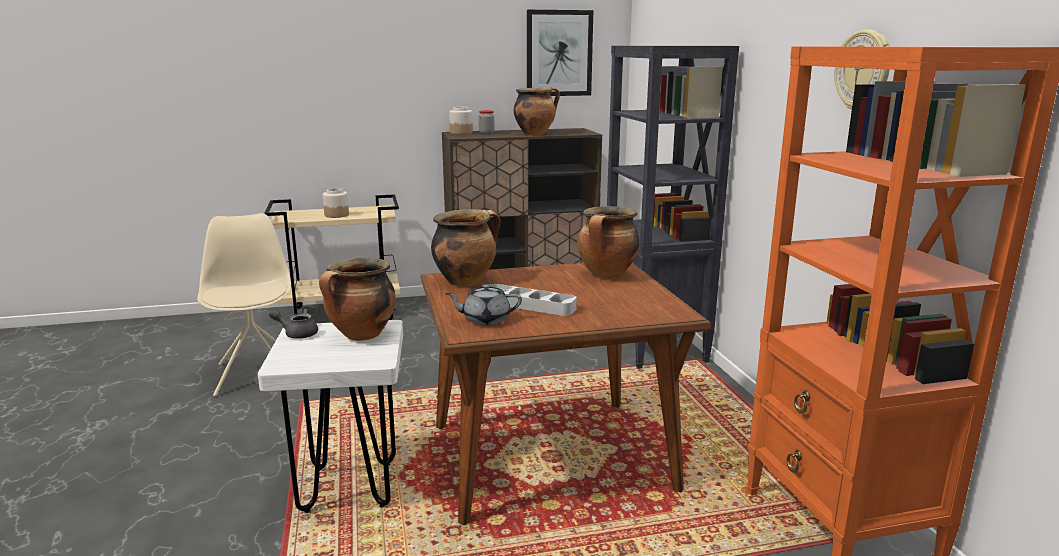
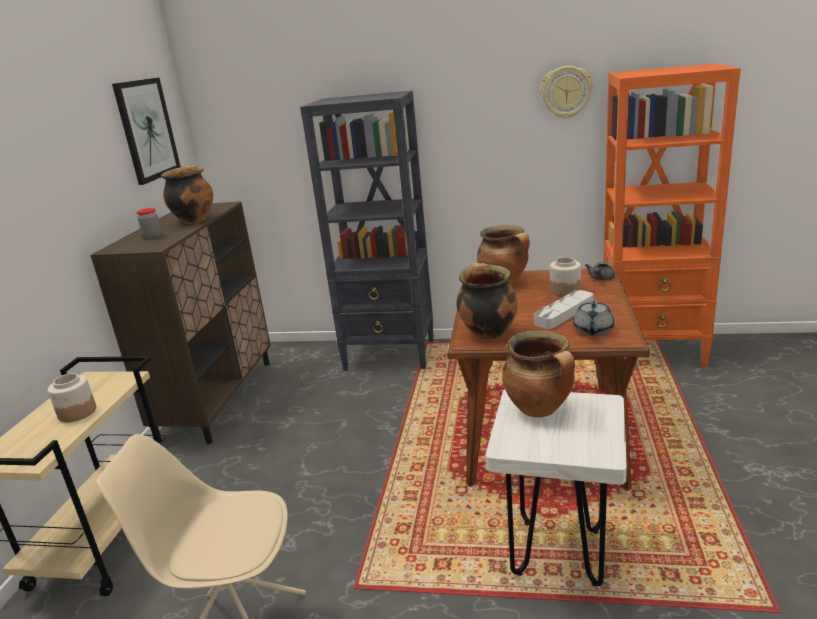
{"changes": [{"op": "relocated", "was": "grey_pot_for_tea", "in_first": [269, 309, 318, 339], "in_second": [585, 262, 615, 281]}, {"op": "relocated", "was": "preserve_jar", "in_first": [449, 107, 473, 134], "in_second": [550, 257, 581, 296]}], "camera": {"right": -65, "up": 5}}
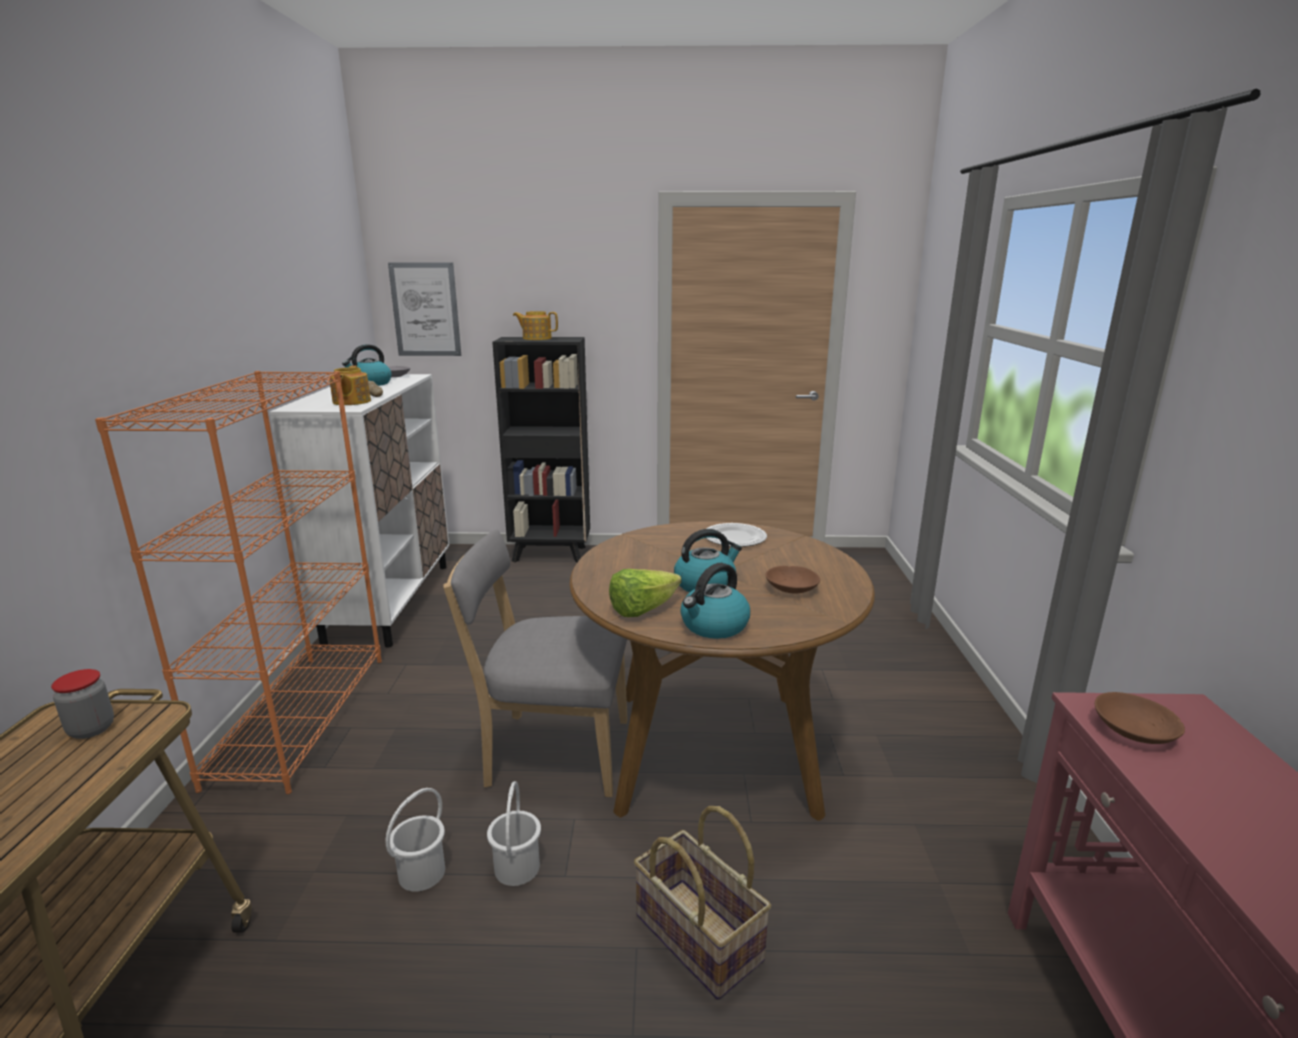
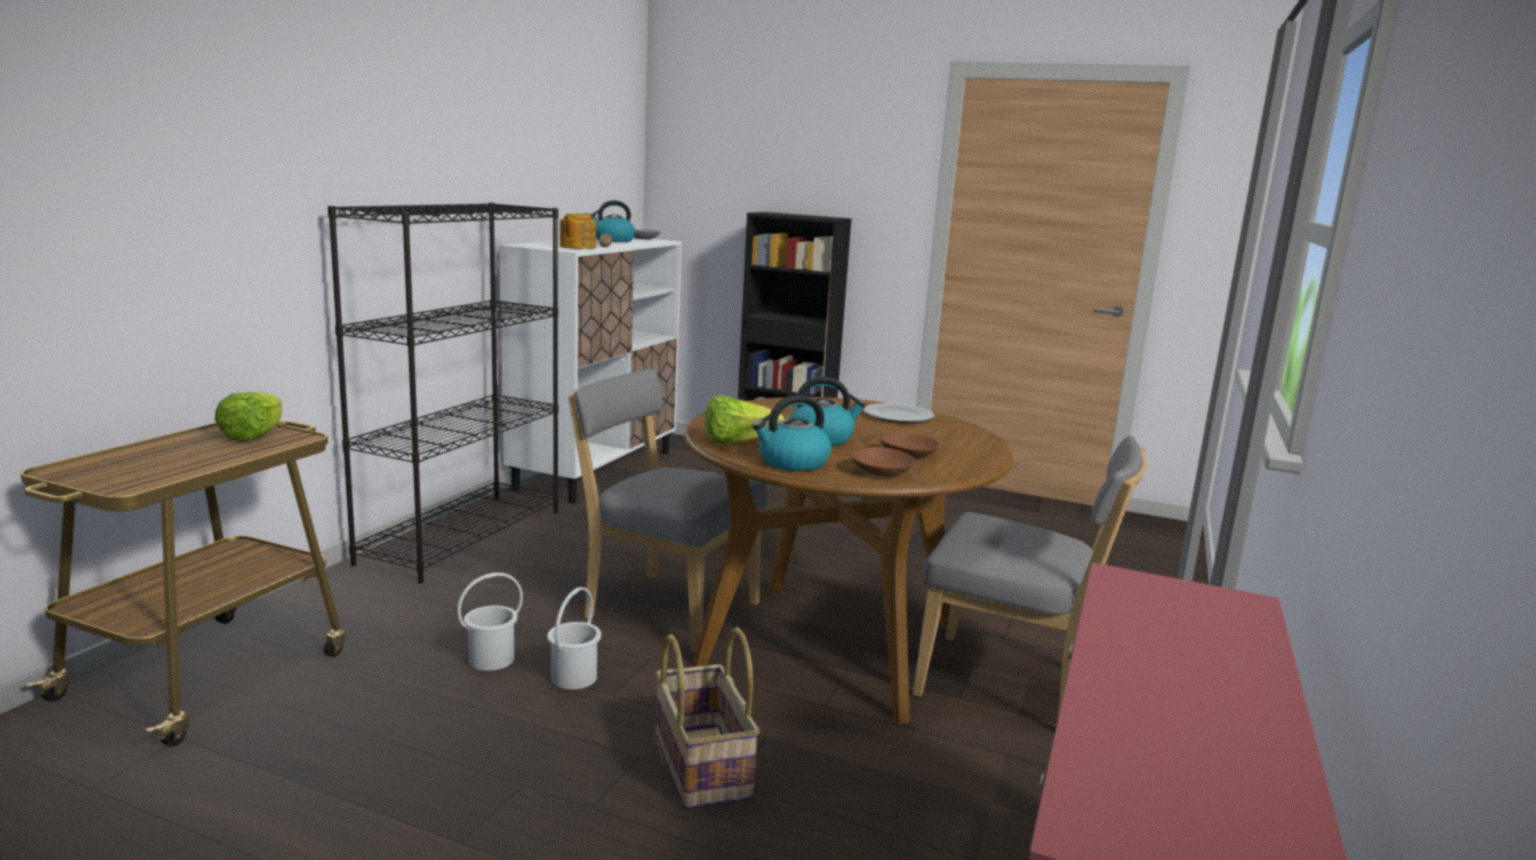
{"changes": [{"op": "missing", "was": "picture", "in_first": [388, 262, 461, 356]}, {"op": "missing", "was": "pot_for_tea", "in_first": [513, 311, 558, 340]}, {"op": "appeared", "now": "grey_upright_chair", "in_second": [912, 436, 1147, 716]}, {"op": "relocated", "was": "brownish_serving_bowl", "in_first": [1095, 692, 1185, 744], "in_second": [852, 447, 915, 477]}, {"op": "exchanged", "was": "preserve_jar", "now": "lettuce_head", "in_first": [51, 669, 114, 739], "in_second": [215, 392, 282, 442]}, {"op": "colour", "was": "orangey_bookshelf", "now": "black_bookshelf", "in_first": [95, 371, 382, 794], "in_second": [328, 203, 558, 584]}], "camera": {"right": 20, "up": -5}}
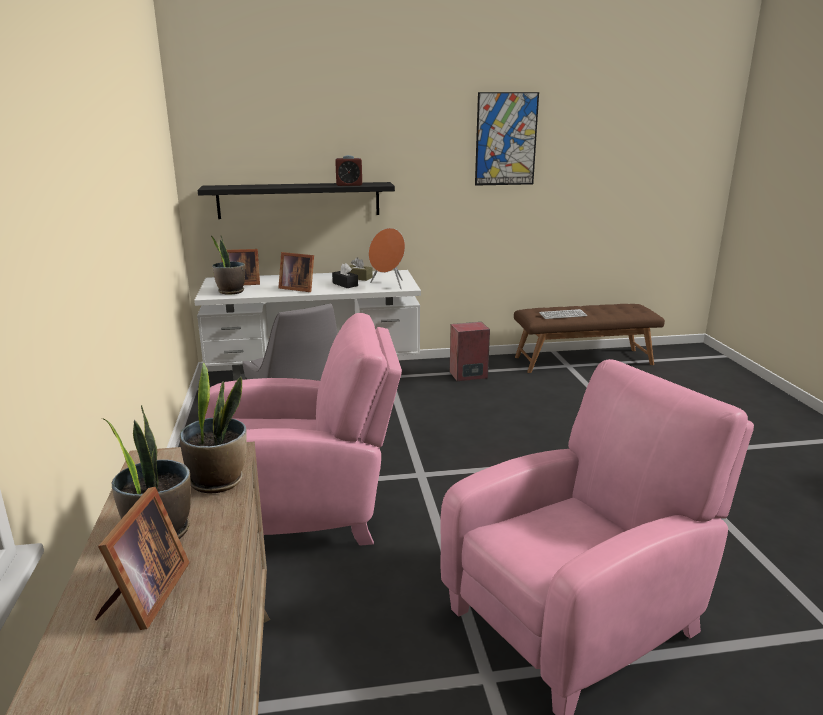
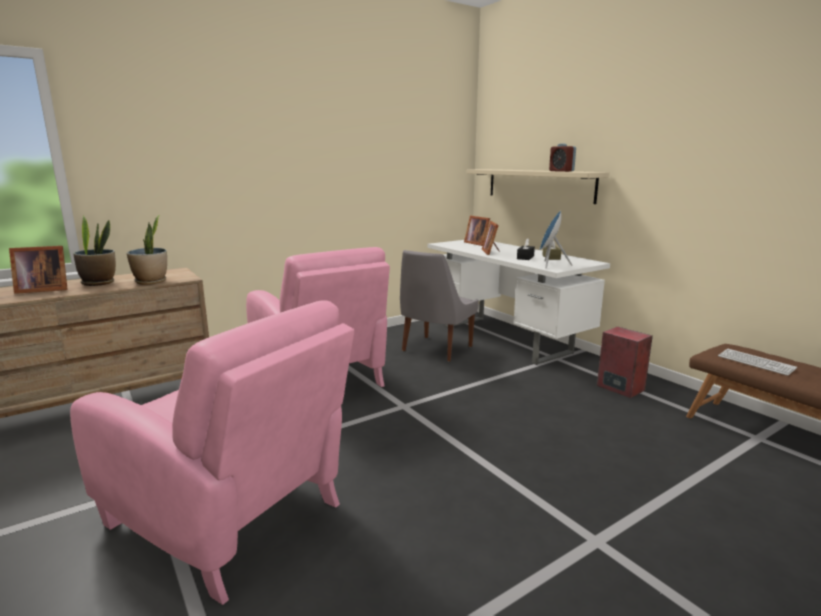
{"changes": [{"op": "missing", "was": "potted_plant", "in_first": [210, 235, 245, 295]}, {"op": "missing", "was": "picture", "in_first": [475, 92, 539, 186]}, {"op": "colour", "was": "black_shelf", "now": "beige_shelf", "in_first": [198, 182, 395, 219], "in_second": [467, 169, 610, 204]}, {"op": "colour", "was": "orangey_speaker", "now": "blue_speaker", "in_first": [369, 228, 405, 289], "in_second": [540, 210, 573, 268]}], "camera": {"right": 65, "up": -5}}
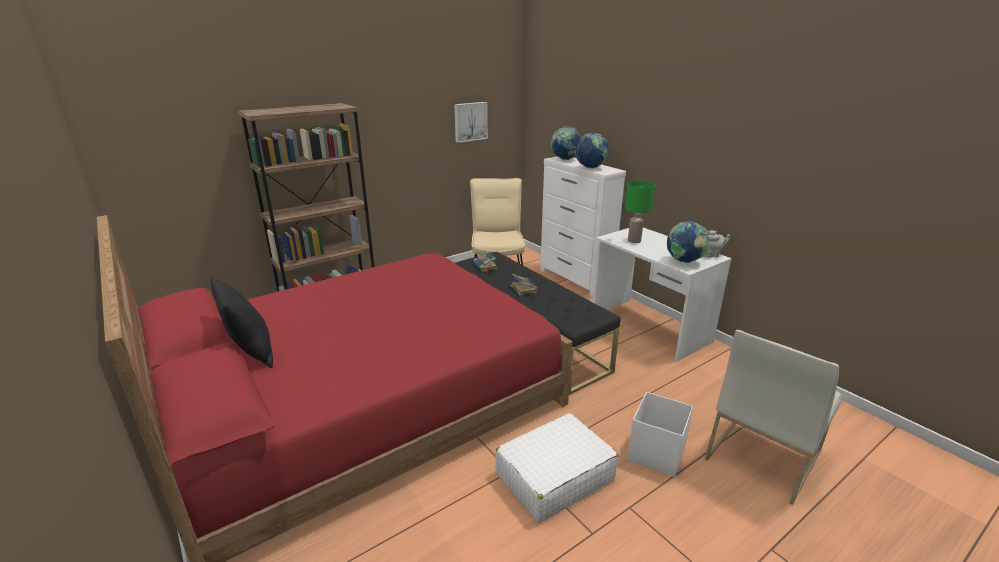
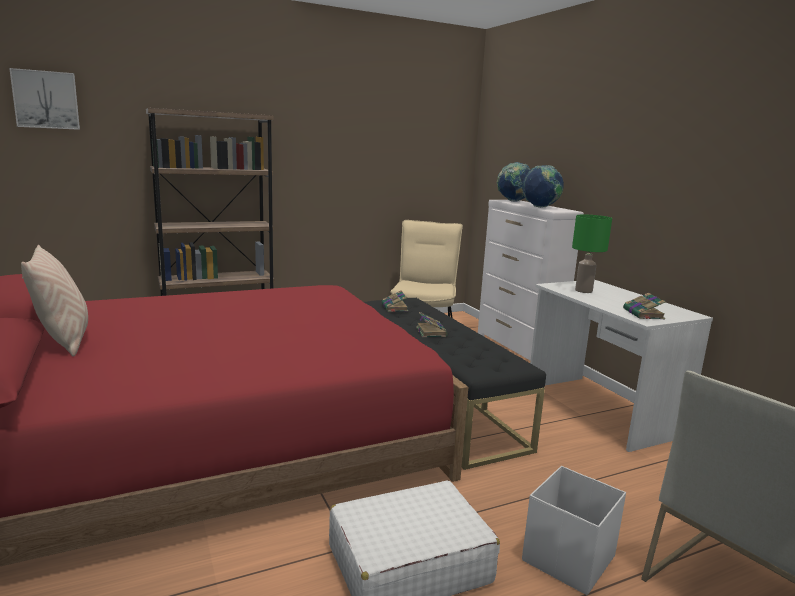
{"changes": [{"op": "missing", "was": "grey_pot_for_tea", "in_first": [704, 230, 730, 258]}, {"op": "relocated", "was": "picture", "in_first": [454, 102, 488, 143], "in_second": [9, 68, 80, 130]}, {"op": "exchanged", "was": "world_globe", "now": "volume", "in_first": [667, 221, 709, 263], "in_second": [623, 293, 666, 319]}, {"op": "colour", "was": "black_cushion", "now": "beige_cushion", "in_first": [210, 276, 273, 368], "in_second": [21, 245, 88, 356]}], "camera": {"right": 10, "up": -10}}
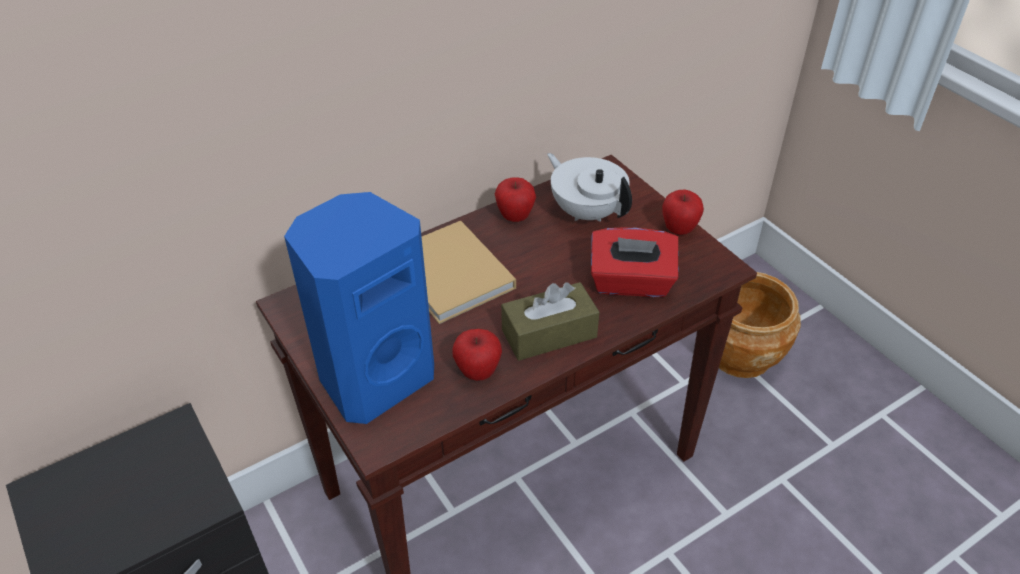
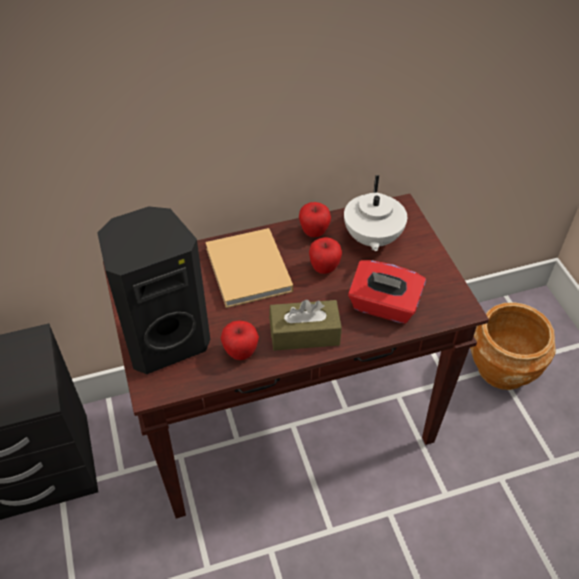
{"changes": [{"op": "relocated", "was": "apple", "in_first": [662, 190, 704, 235], "in_second": [309, 237, 342, 274]}, {"op": "colour", "was": "blue_speaker", "now": "black_speaker", "in_first": [284, 192, 434, 424], "in_second": [97, 206, 211, 374]}, {"op": "spun", "was": "whitish_pot_for_tea", "in_first": [547, 153, 632, 222], "in_second": [344, 175, 407, 251], "clockwise": -150}], "camera": {"right": 15, "up": 5}}
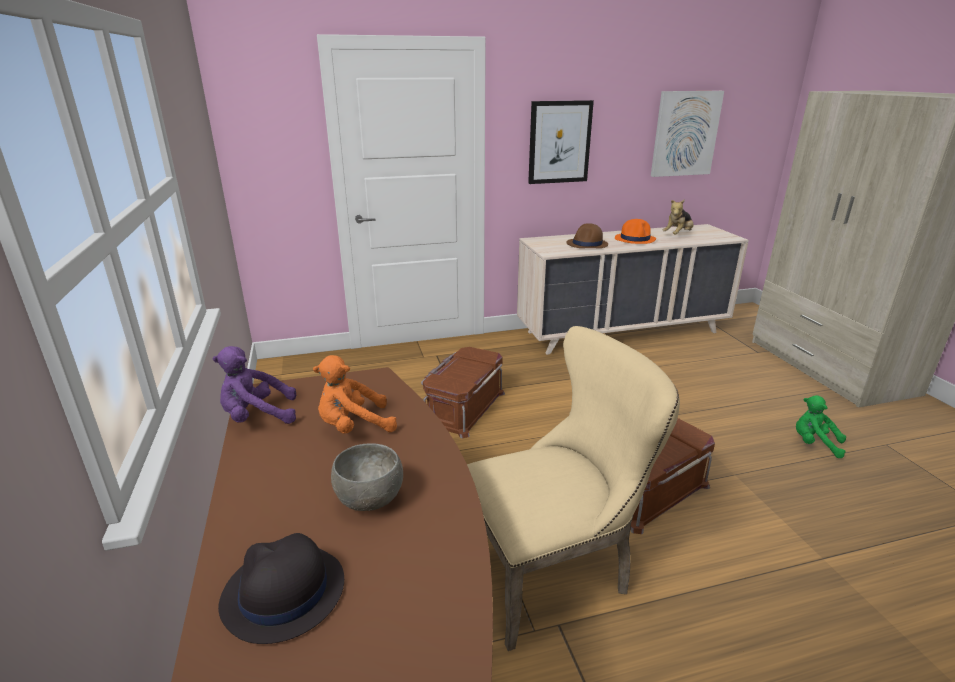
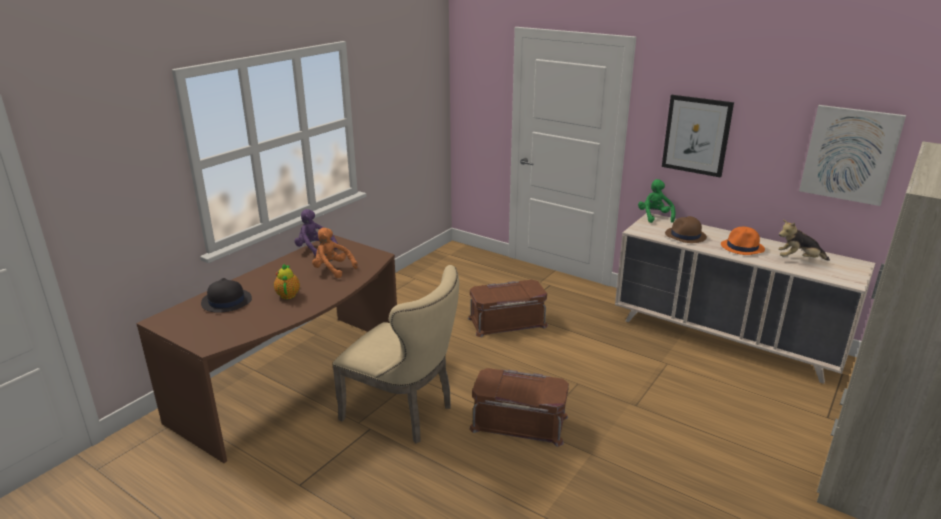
{"changes": [{"op": "relocated", "was": "greenish_plush_toy", "in_first": [796, 395, 846, 458], "in_second": [638, 179, 675, 223]}, {"op": "exchanged", "was": "grey_serving_bowl", "now": "pot_for_tea", "in_first": [331, 443, 403, 511], "in_second": [274, 264, 300, 299]}], "camera": {"right": 50, "up": 0}}
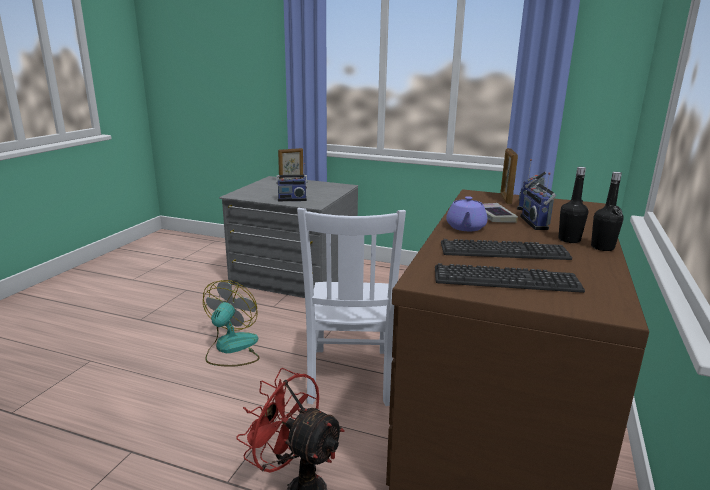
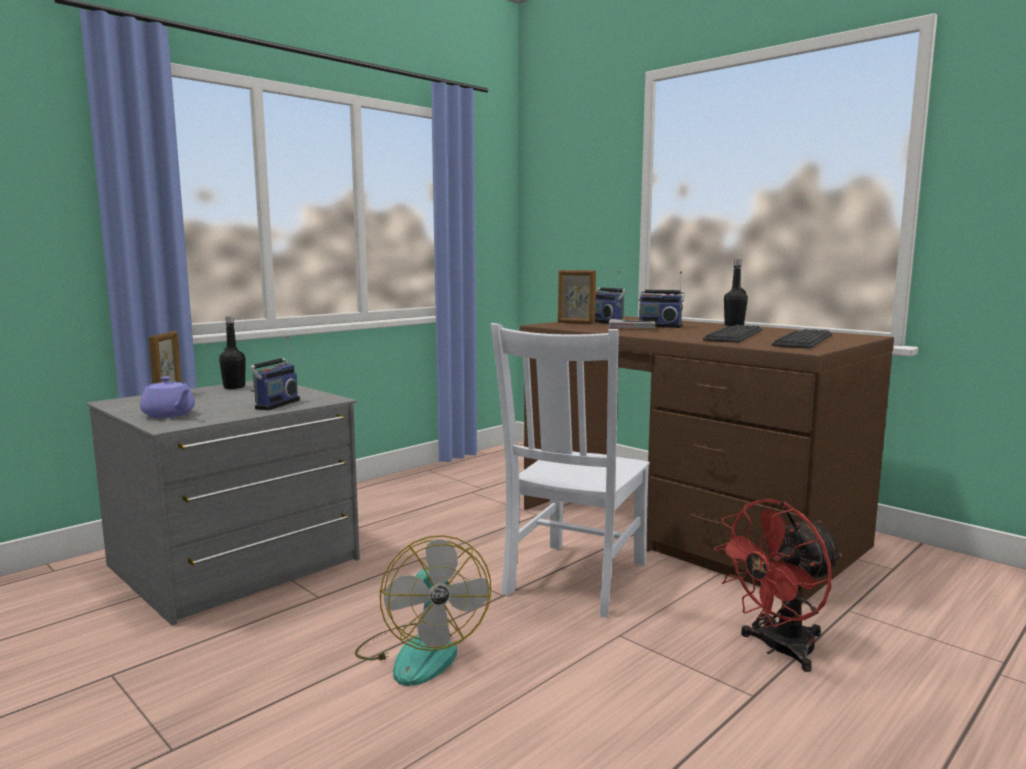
{"changes": [{"op": "relocated", "was": "purplish_pot_for_tea", "in_first": [446, 196, 488, 231], "in_second": [140, 376, 195, 418]}, {"op": "relocated", "was": "black_beverage_bottle", "in_first": [559, 167, 588, 243], "in_second": [219, 316, 246, 389]}, {"op": "spun", "was": "electric_fan", "in_first": [203, 280, 260, 367], "in_second": [355, 535, 491, 686], "clockwise": -150}, {"op": "spun", "was": "whitish_upright_chair", "in_first": [297, 208, 406, 406], "in_second": [491, 323, 650, 617], "clockwise": 90}], "camera": {"right": -65, "up": -10}}
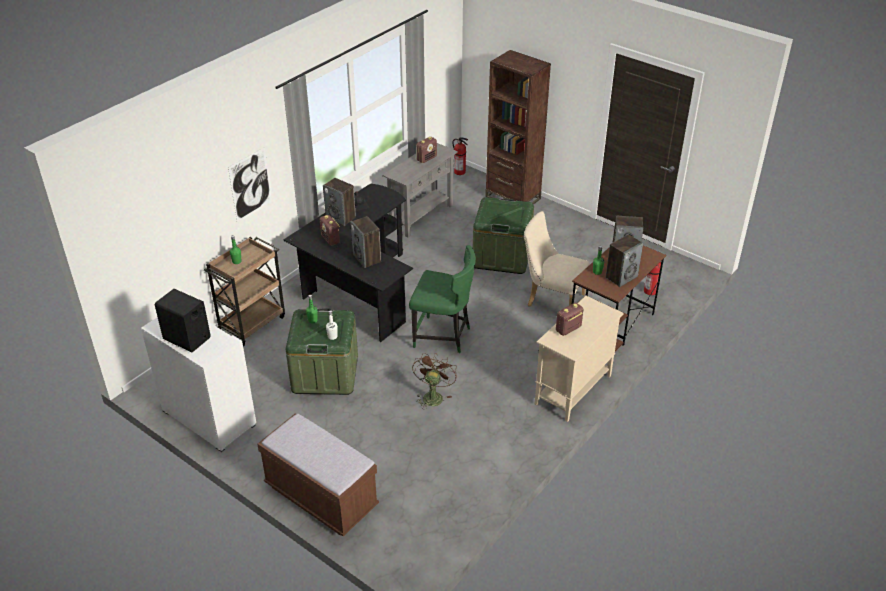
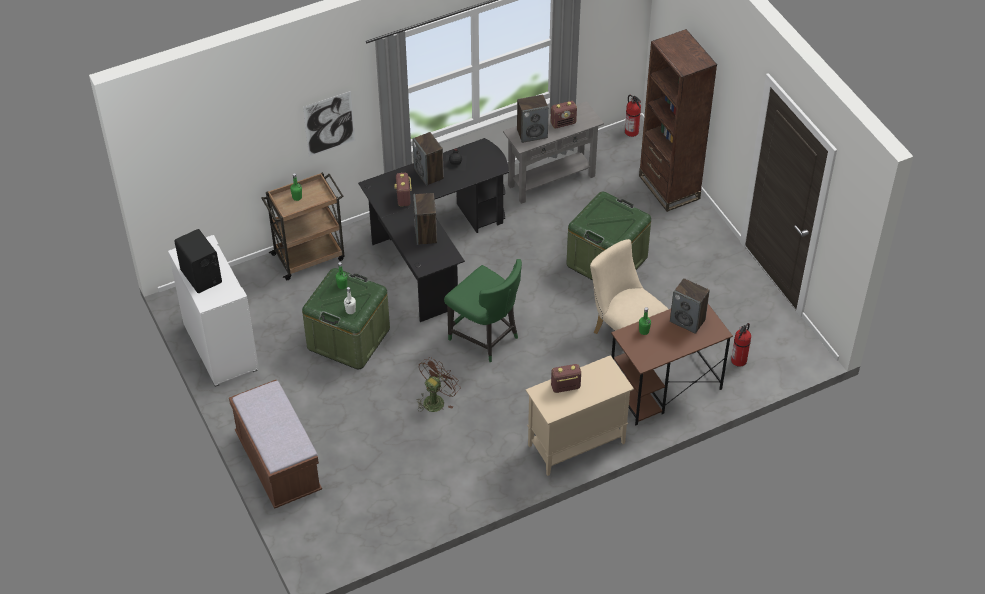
{"changes": [{"op": "relocated", "was": "speaker", "in_first": [606, 234, 643, 287], "in_second": [517, 95, 549, 143]}], "camera": {"right": 25, "up": 10}}
